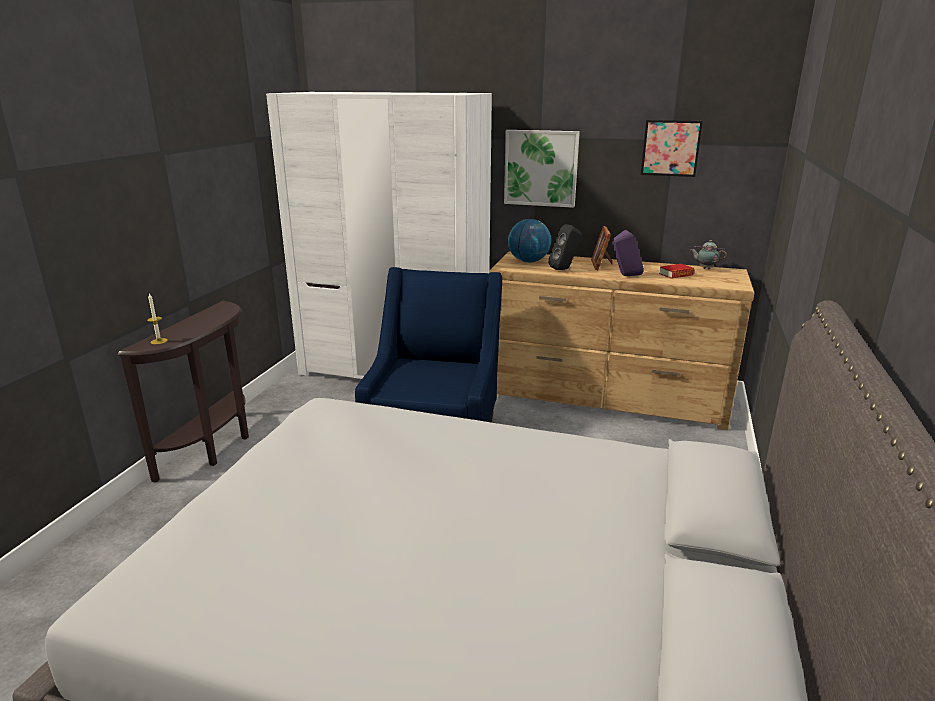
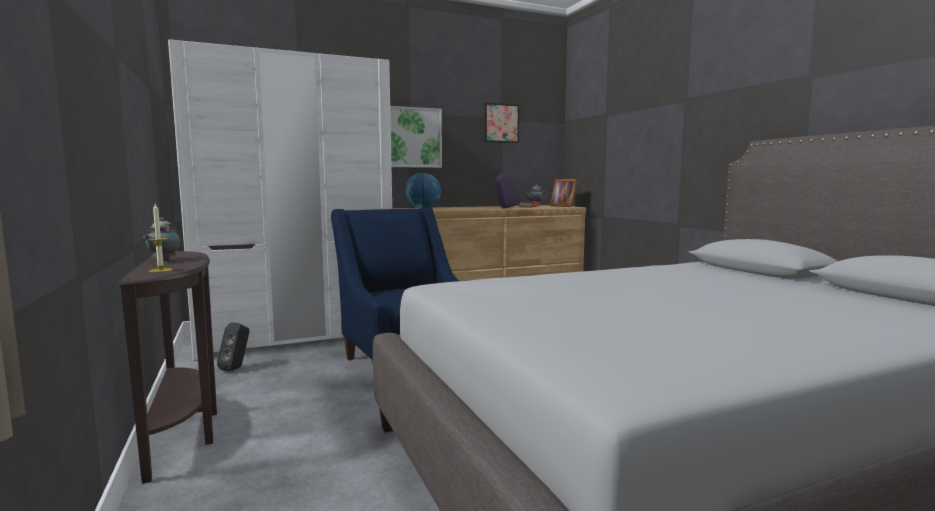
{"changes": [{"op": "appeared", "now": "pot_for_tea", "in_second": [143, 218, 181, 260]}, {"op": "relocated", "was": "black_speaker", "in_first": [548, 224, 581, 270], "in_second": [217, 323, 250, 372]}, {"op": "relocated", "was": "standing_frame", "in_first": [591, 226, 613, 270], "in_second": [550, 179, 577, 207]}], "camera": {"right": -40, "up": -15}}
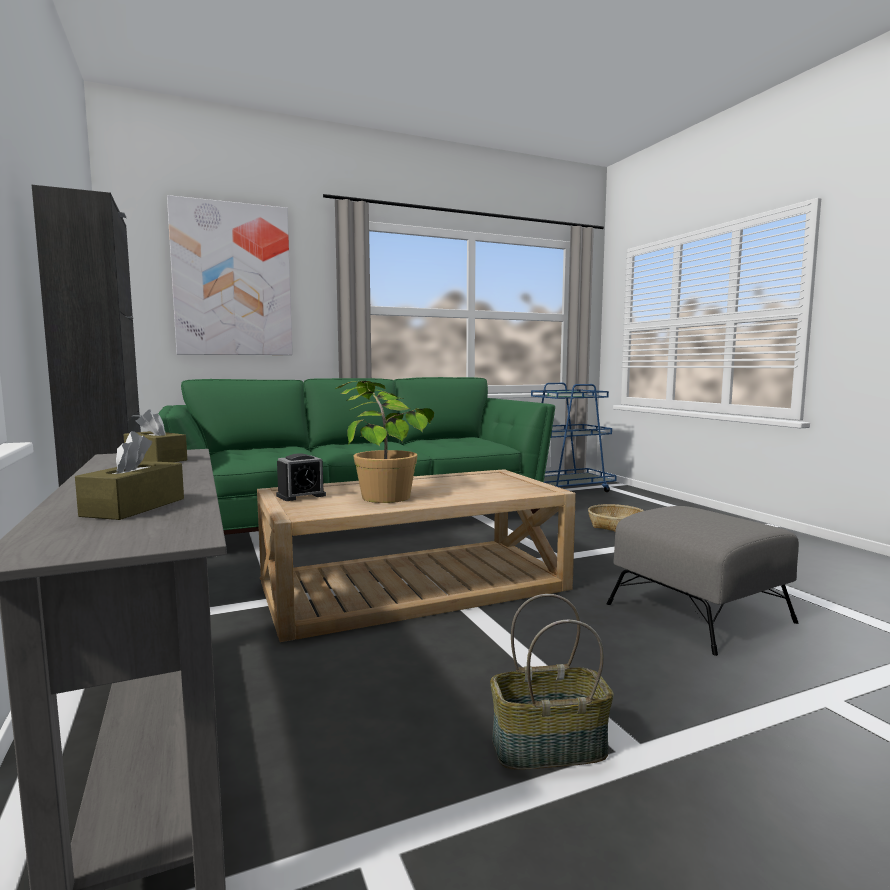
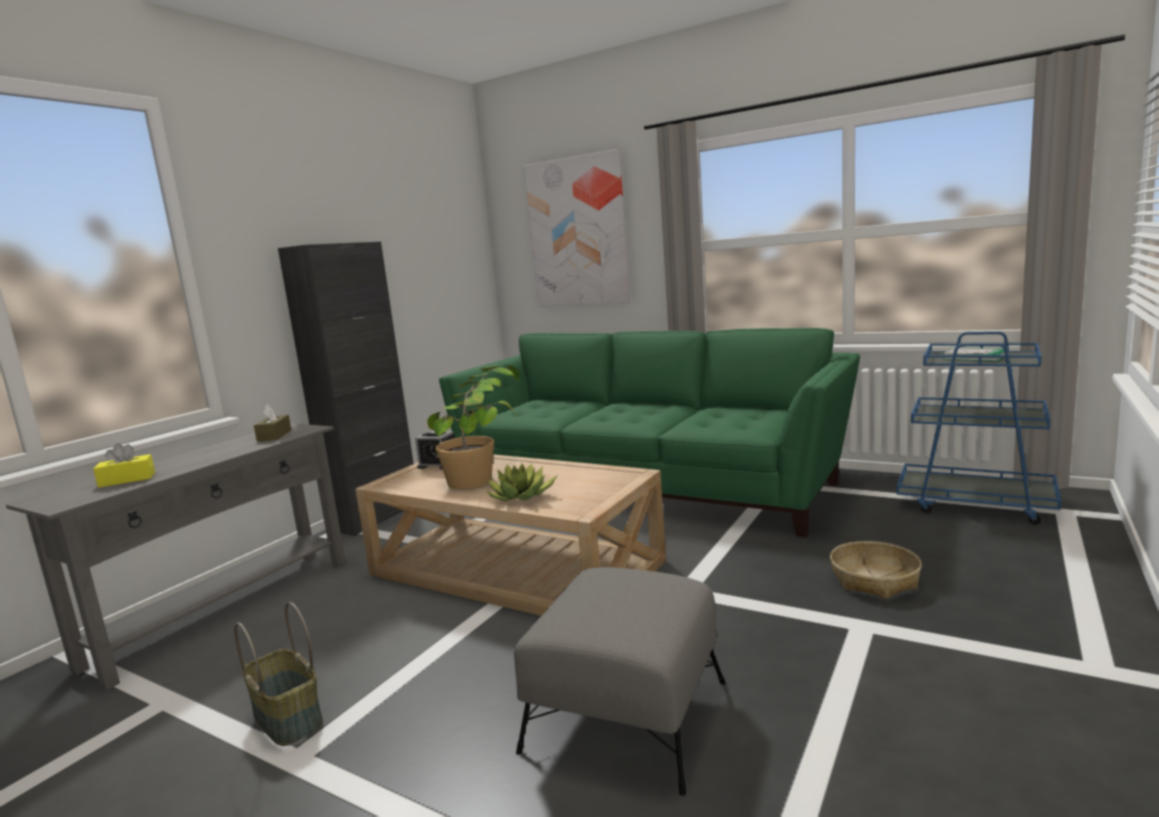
{"changes": [{"op": "appeared", "now": "potted_plant", "in_second": [487, 463, 557, 501]}, {"op": "colour", "was": "brownish_tissue_holder", "now": "yellow_tissue_holder", "in_first": [75, 431, 184, 520], "in_second": [93, 443, 155, 488]}], "camera": {"right": 55, "up": 5}}
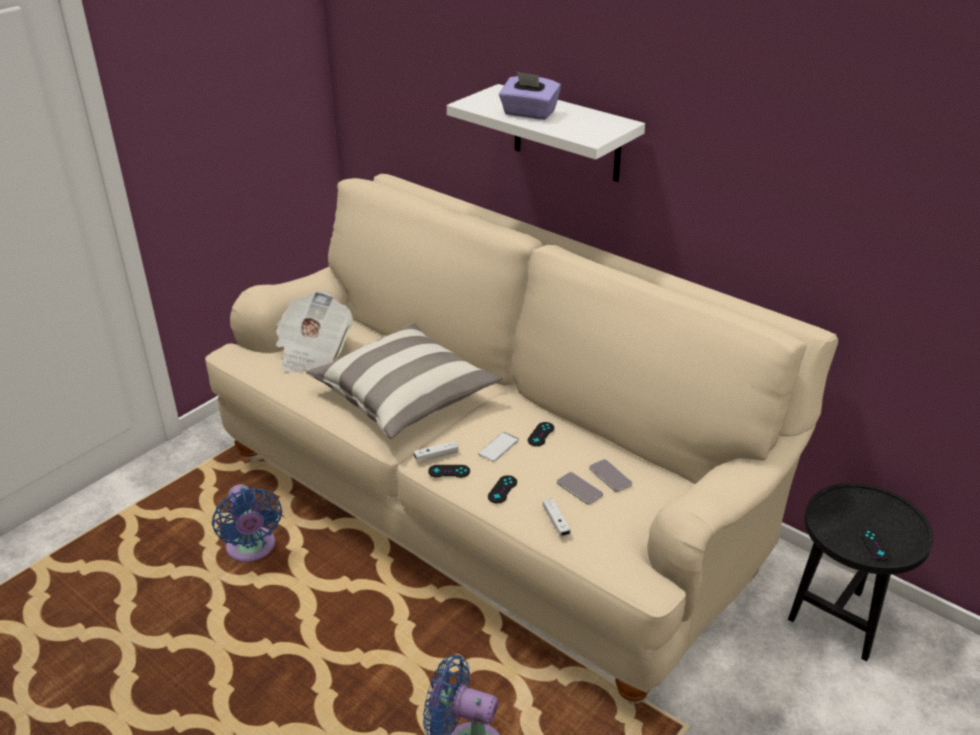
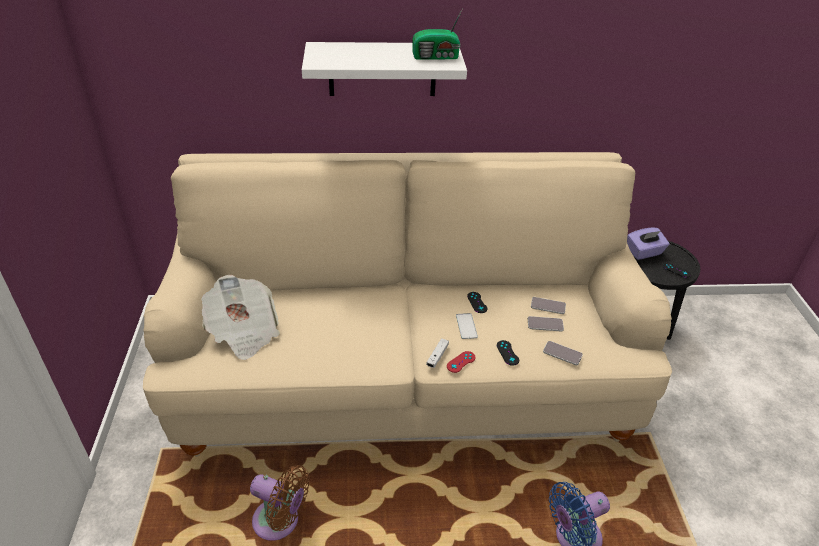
{"changes": [{"op": "missing", "was": "cushion", "in_first": [306, 323, 503, 439]}, {"op": "appeared", "now": "radio", "in_second": [413, 8, 463, 60]}, {"op": "relocated", "was": "purplish_tissue_holder", "in_first": [499, 72, 561, 120], "in_second": [627, 227, 669, 260]}, {"op": "exchanged", "was": "whitish_gamepad", "now": "telephone", "in_first": [543, 499, 571, 536], "in_second": [543, 341, 583, 365]}, {"op": "colour", "was": "blue_electric_fan", "now": "brownish_electric_fan", "in_first": [212, 484, 282, 562], "in_second": [250, 465, 310, 541]}, {"op": "colour", "was": "black_gamepad", "now": "reddish_gamepad", "in_first": [428, 465, 470, 478], "in_second": [447, 351, 476, 373]}], "camera": {"right": -45, "up": 5}}
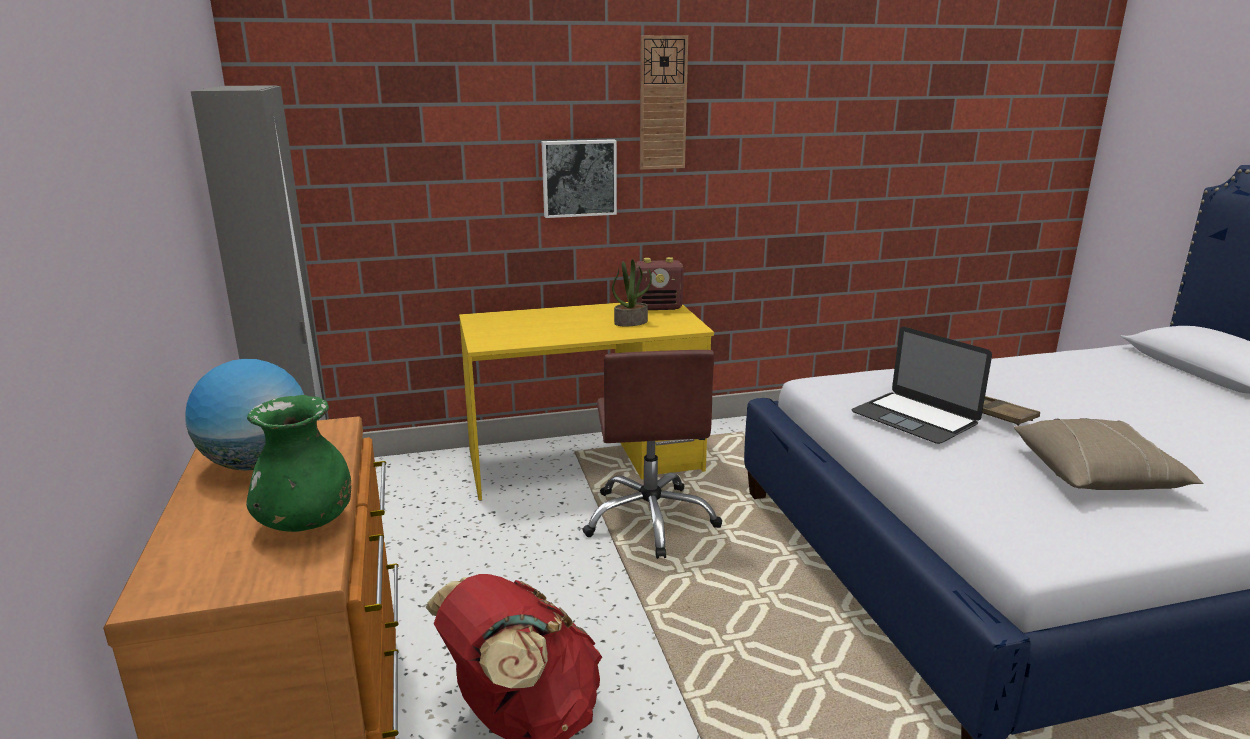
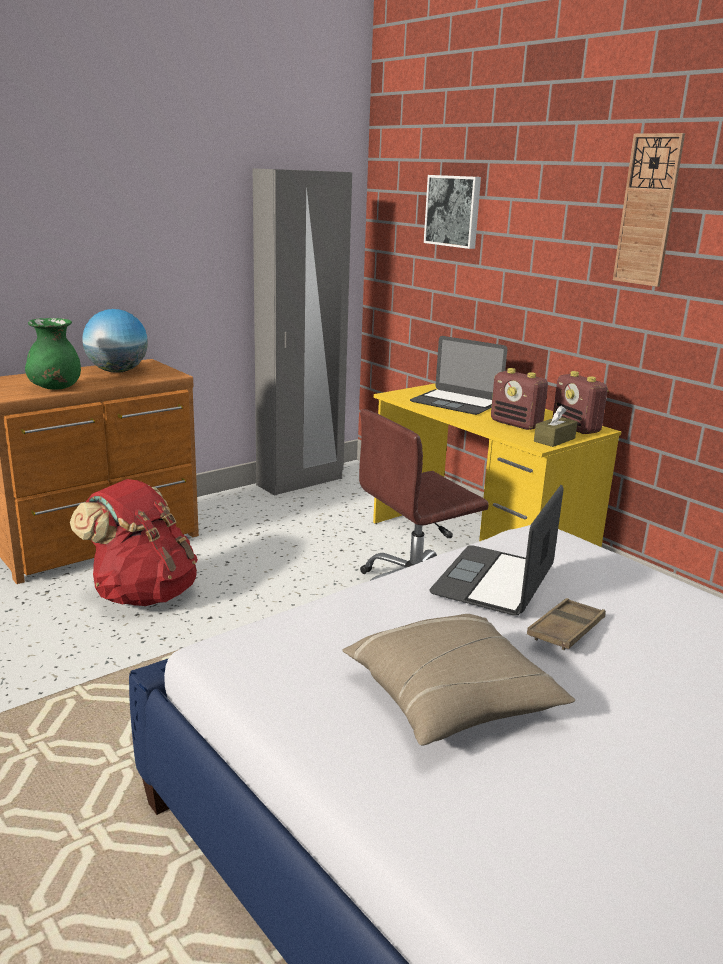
{"changes": [{"op": "appeared", "now": "notebook_computer", "in_second": [410, 336, 507, 415]}, {"op": "appeared", "now": "brownish_tissue_holder", "in_second": [534, 405, 577, 447]}, {"op": "relocated", "was": "picture", "in_first": [542, 139, 617, 218], "in_second": [424, 175, 481, 249]}, {"op": "exchanged", "was": "potted_plant", "now": "radio", "in_first": [612, 259, 652, 326], "in_second": [491, 368, 548, 430]}], "camera": {"right": 65, "up": 0}}
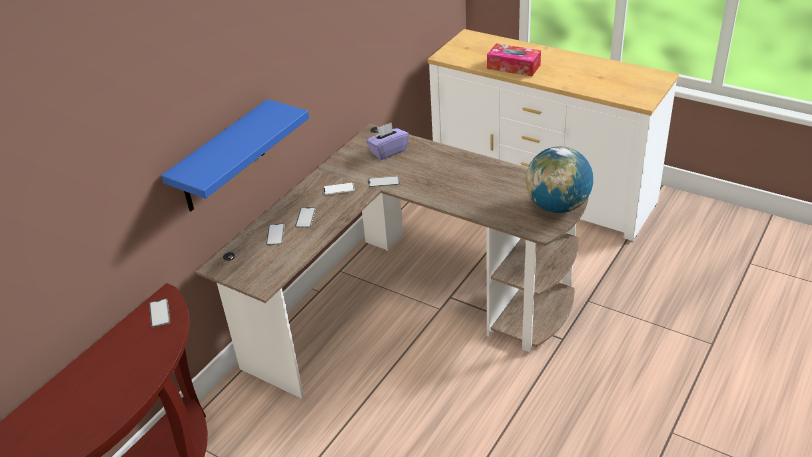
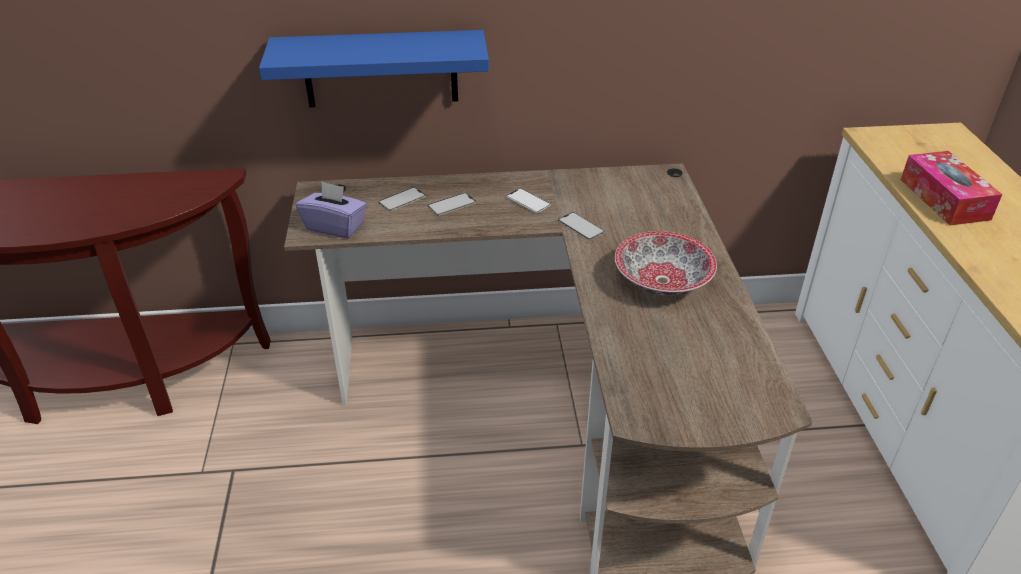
{"changes": [{"op": "missing", "was": "telephone", "in_first": [149, 298, 170, 327]}, {"op": "missing", "was": "world_globe", "in_first": [526, 146, 593, 213]}, {"op": "appeared", "now": "serving_bowl", "in_second": [615, 231, 717, 296]}, {"op": "relocated", "was": "purplish_tissue_holder", "in_first": [366, 122, 409, 160], "in_second": [296, 182, 367, 238]}], "camera": {"right": 50, "up": 0}}
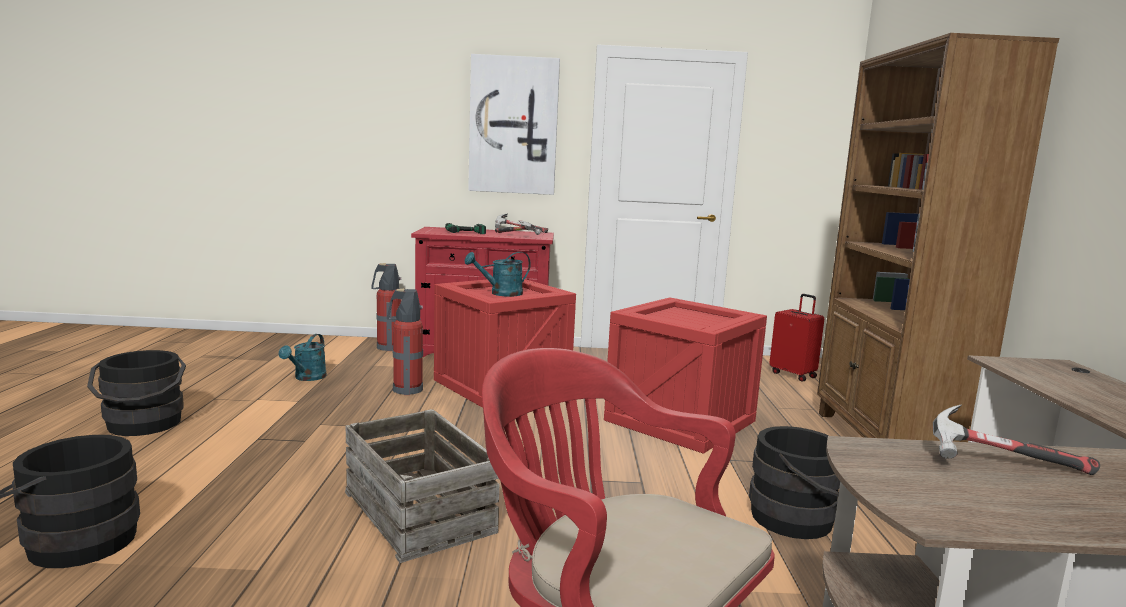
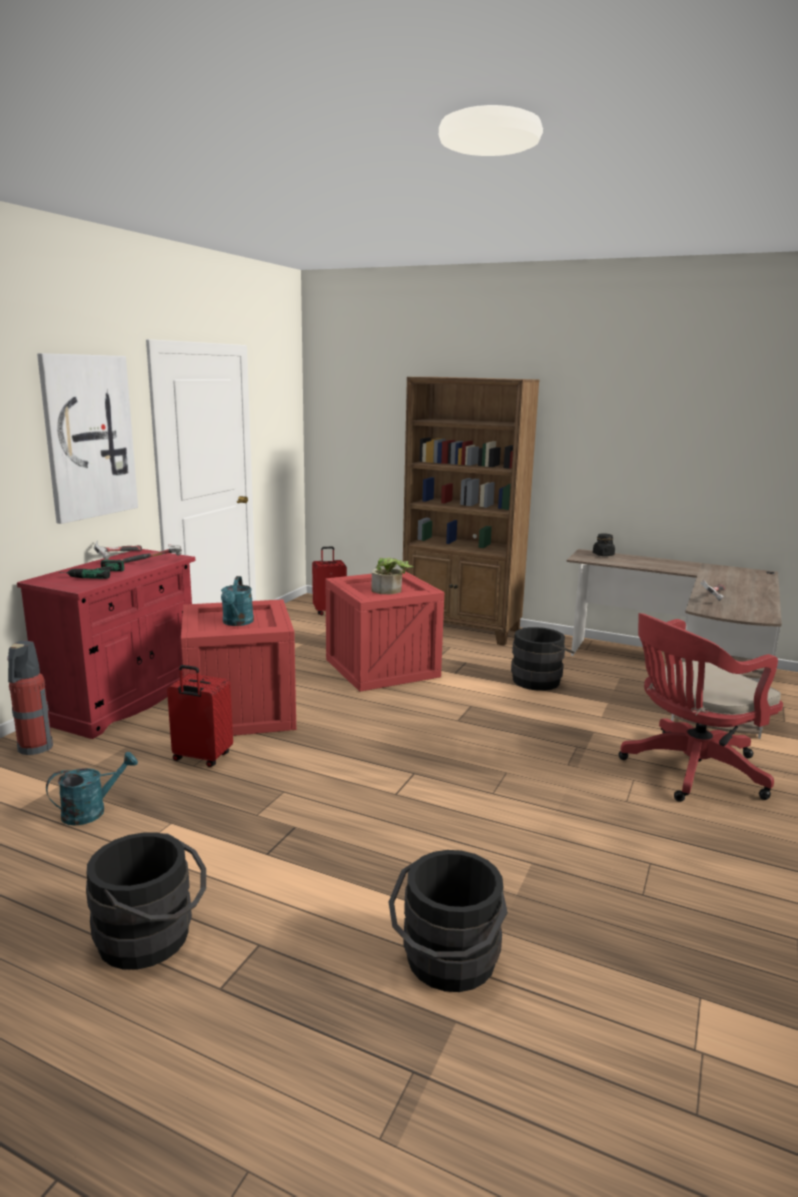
{"changes": [{"op": "missing", "was": "crate", "in_first": [345, 409, 499, 563]}, {"op": "appeared", "now": "potted_plant", "in_second": [372, 557, 413, 594]}, {"op": "appeared", "now": "black_preserve_jar", "in_second": [593, 533, 615, 556]}, {"op": "exchanged", "was": "fire-fighting_cylinder", "now": "reddish_suitcase", "in_first": [387, 288, 423, 395], "in_second": [167, 665, 233, 767]}, {"op": "spun", "was": "turquoise_watering_can", "in_first": [279, 334, 327, 381], "in_second": [46, 752, 138, 826], "clockwise": -75}], "camera": {"right": -65, "up": 5}}
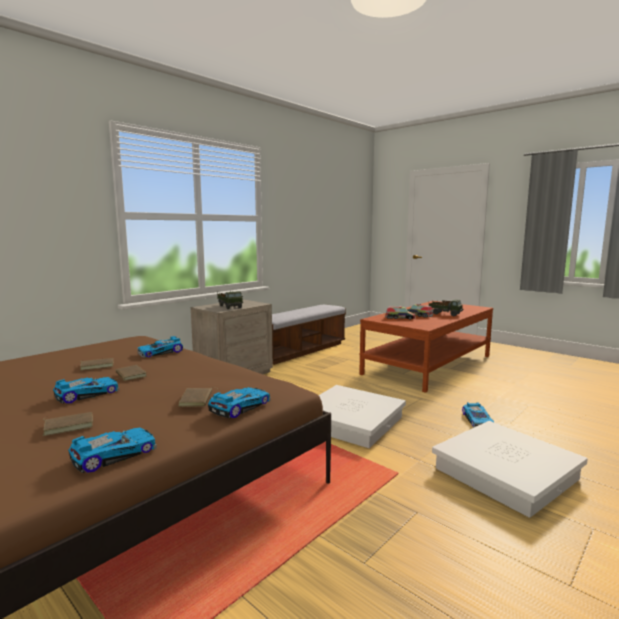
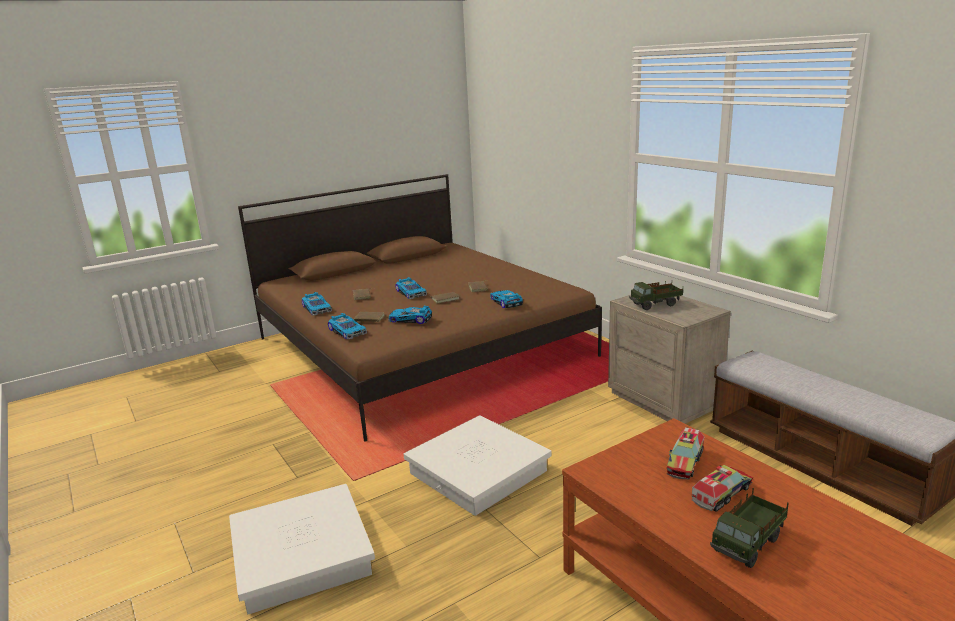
{"changes": [{"op": "relocated", "was": "toy_car", "in_first": [462, 402, 494, 427], "in_second": [388, 306, 432, 324]}], "camera": {"right": 105, "up": 10}}
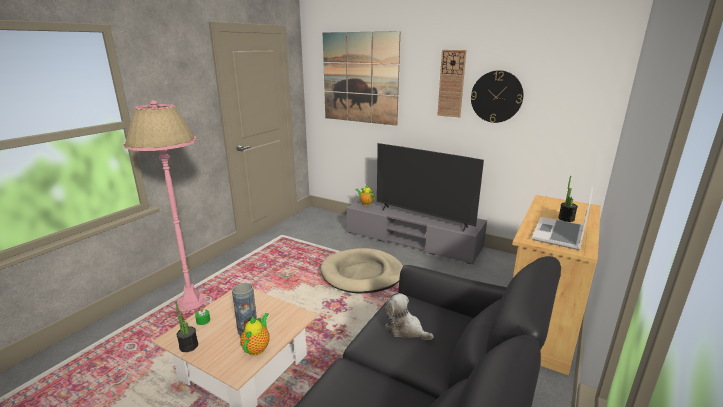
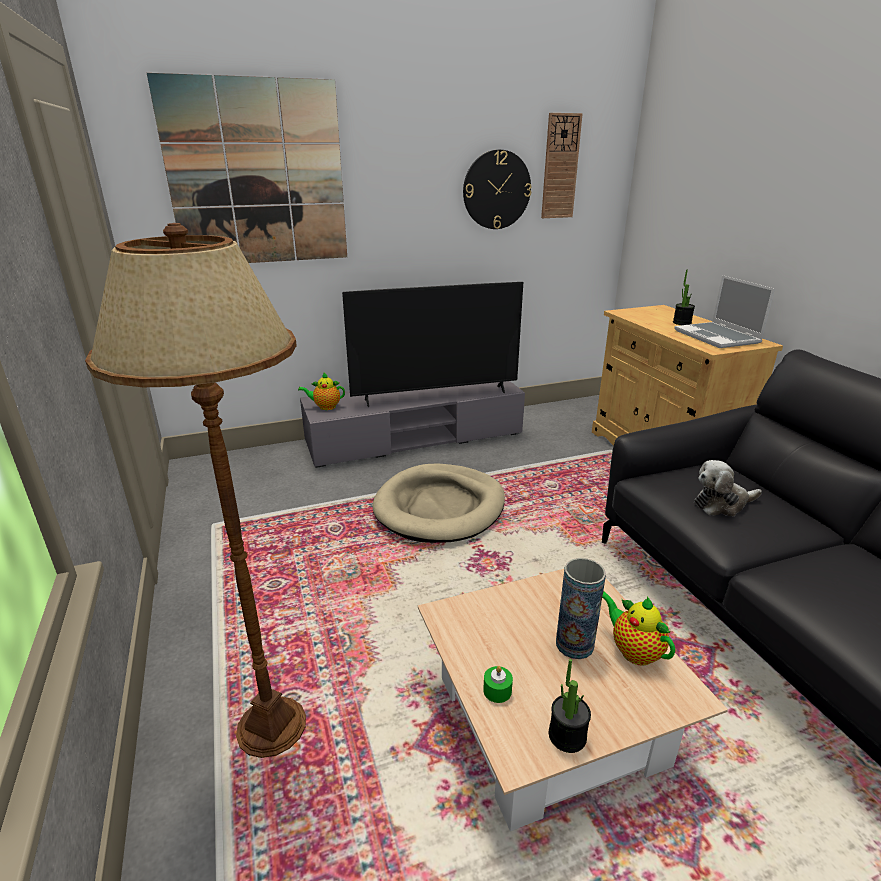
{"changes": [{"op": "relocated", "was": "clock_on_the_wall", "in_first": [437, 50, 466, 117], "in_second": [541, 113, 583, 218]}, {"op": "colour", "was": "pink_floor_lamp", "now": "brownish_floor_lamp", "in_first": [123, 100, 206, 310], "in_second": [85, 223, 306, 758]}], "camera": {"right": -50, "up": 5}}
